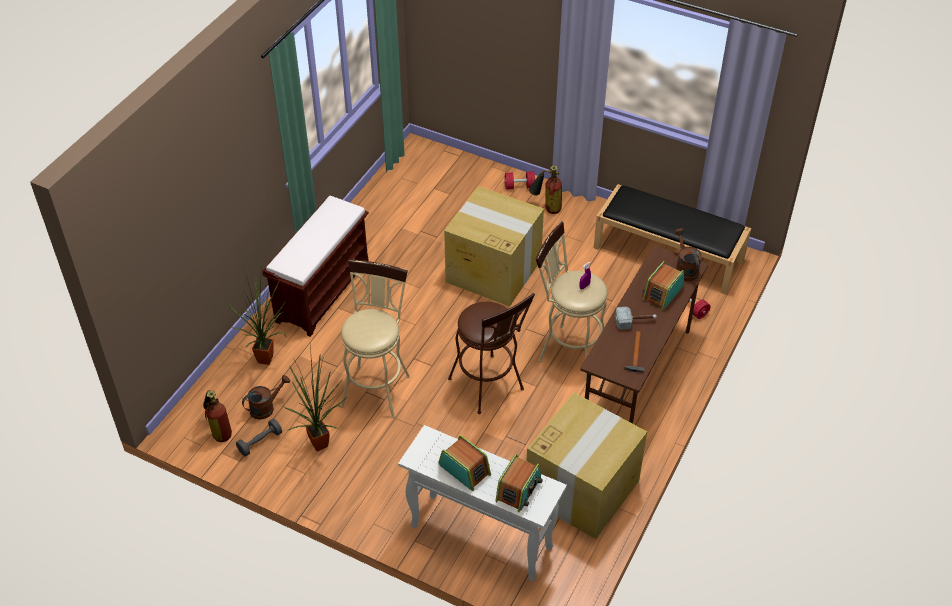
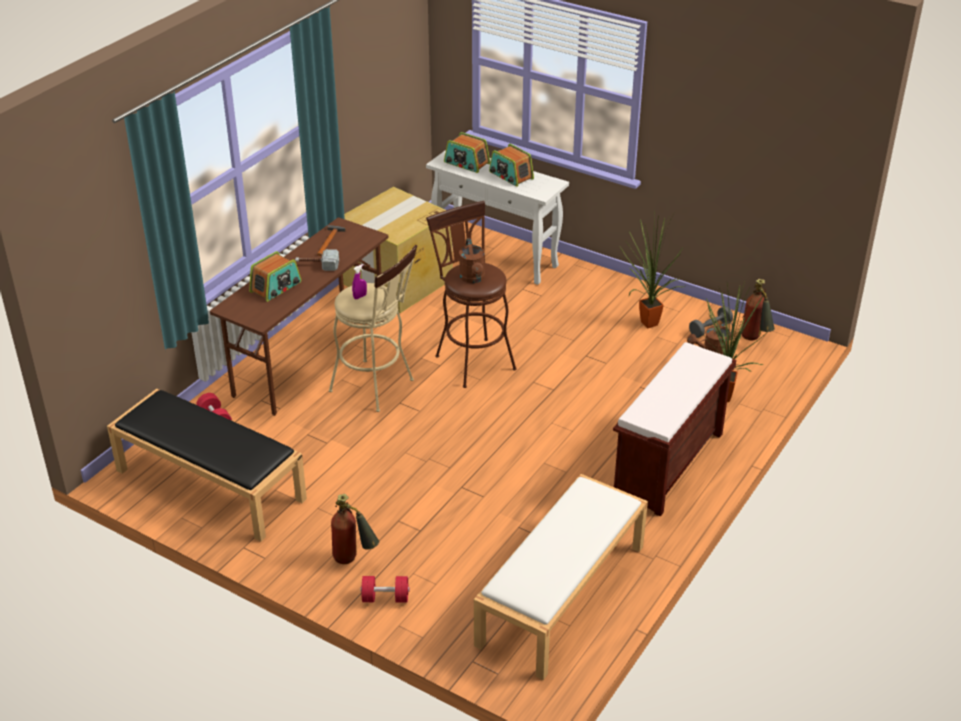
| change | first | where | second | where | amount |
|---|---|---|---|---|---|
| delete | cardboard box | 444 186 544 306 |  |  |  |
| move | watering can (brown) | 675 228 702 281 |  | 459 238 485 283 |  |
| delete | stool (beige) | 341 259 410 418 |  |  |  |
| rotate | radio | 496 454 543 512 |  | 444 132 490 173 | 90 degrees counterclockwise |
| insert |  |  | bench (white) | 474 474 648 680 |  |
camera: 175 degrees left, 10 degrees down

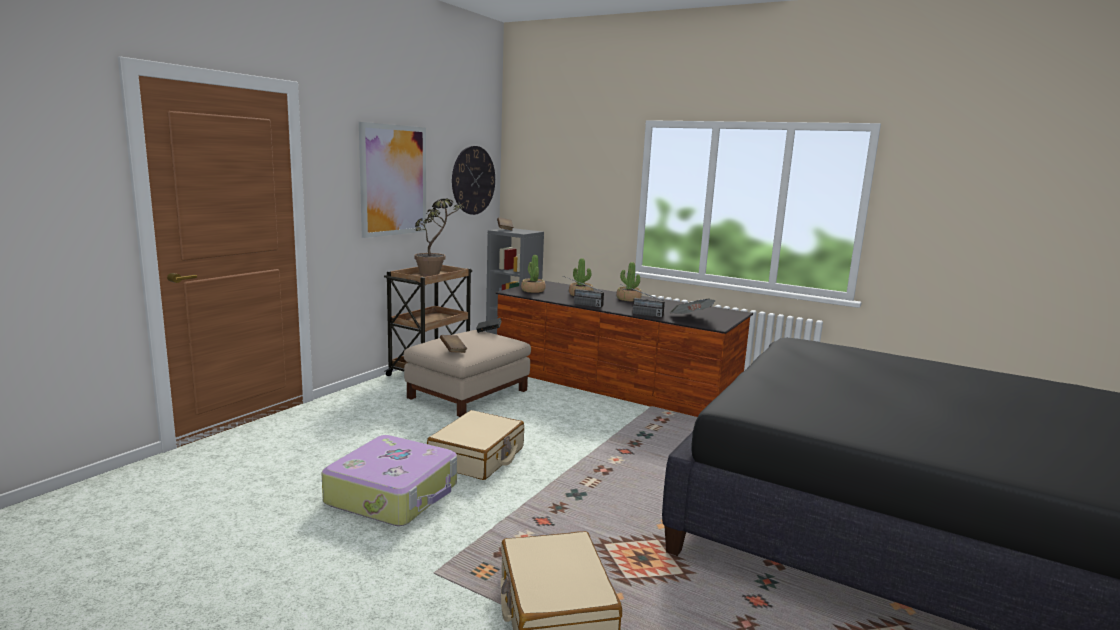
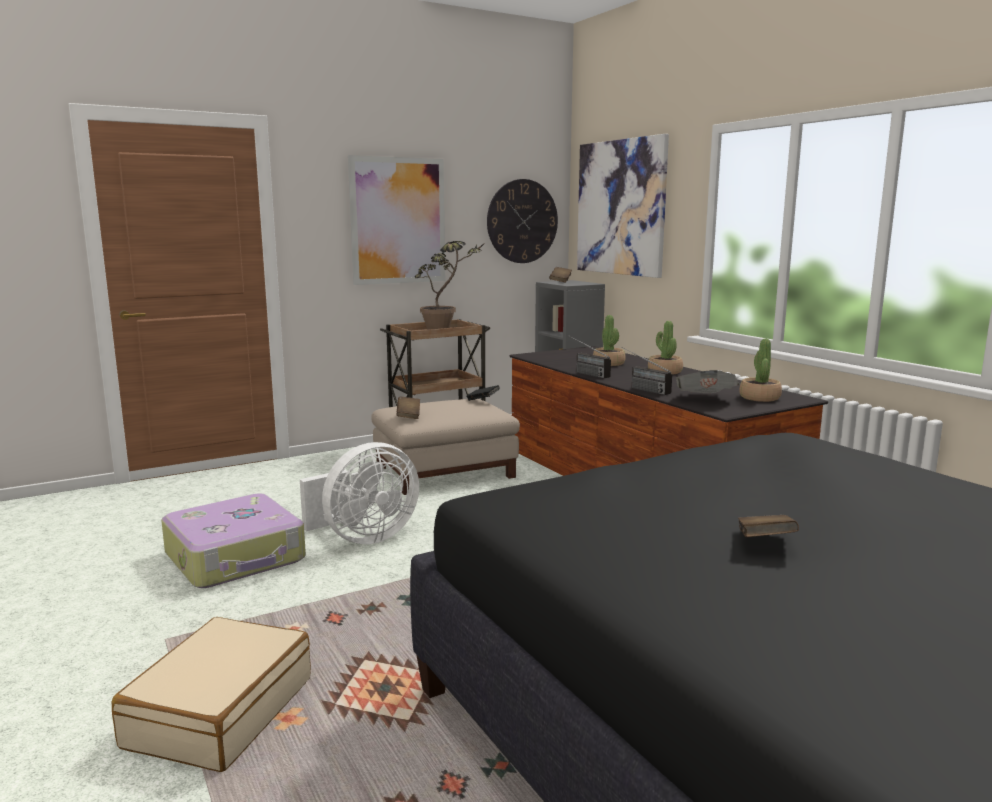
| change | first | where | second | where | amount |
|---|---|---|---|---|---|
| move | potted plant | 521 255 546 293 |  | 740 338 782 402 |  |
| replace | suitcase (beige) | 427 410 524 480 | fan (white) | 300 442 419 544 |  |
| insert |  |  | picture | 577 134 669 278 |  |
| insert |  |  | book (brown) | 738 515 799 537 |  |
camera: 30 degrees right, 0 degrees up

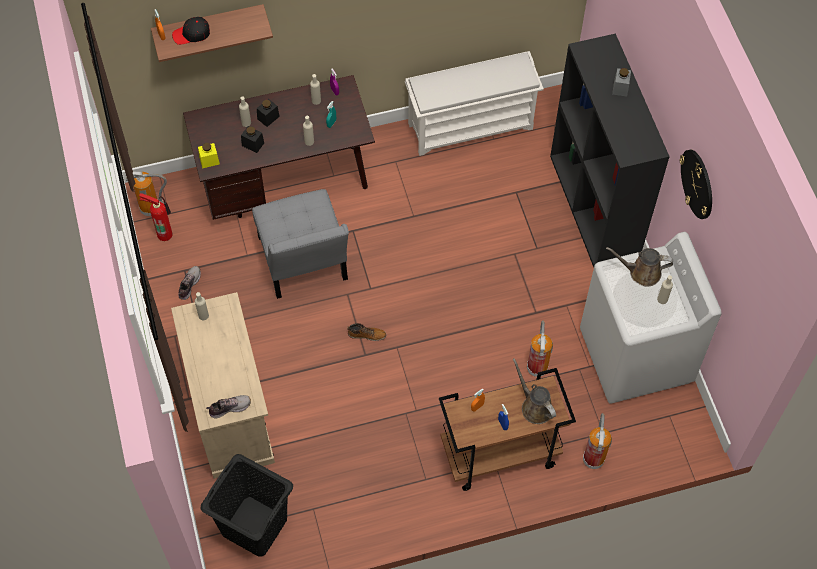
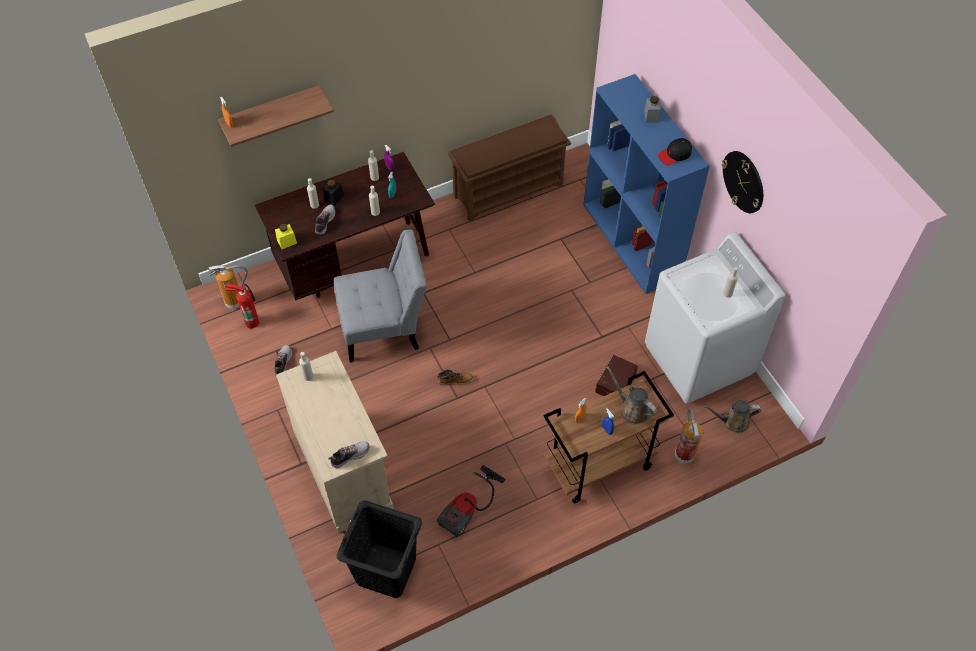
| change | first | where | second | where | amount |
|---|---|---|---|---|---|
| move | cap (black) | 172 17 210 45 |  | 658 138 692 165 |  |
| recolor | bookcase (black) | 550 33 670 267 | bookcase (blue) | 583 74 710 294 |  |
| recolor | shoe rack (white) | 405 51 544 156 | shoe rack (brown) | 448 114 571 221 |  |
| replace | jar (black) | 241 126 264 153 | shoe | 315 204 335 235 |  |
| rotate | chair (grey) | 252 189 349 299 |  | 334 230 427 362 | 75 degrees counterclockwise |
| move | watering can (brown) | 606 247 673 286 |  | 704 400 761 433 |  |
| replace | fire extinguisher | 527 320 553 377 | storage box (brown) | 595 355 638 396 |  |
| insert |  |  | vacuum cleaner | 437 465 506 537 |  |
camera: 10 degrees left, 5 degrees down

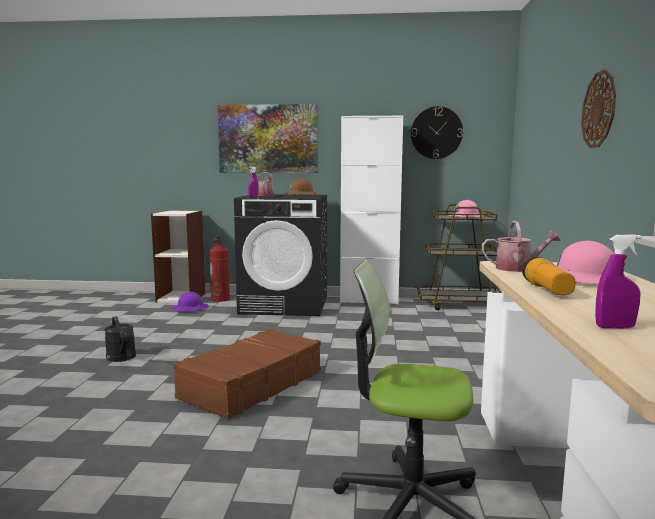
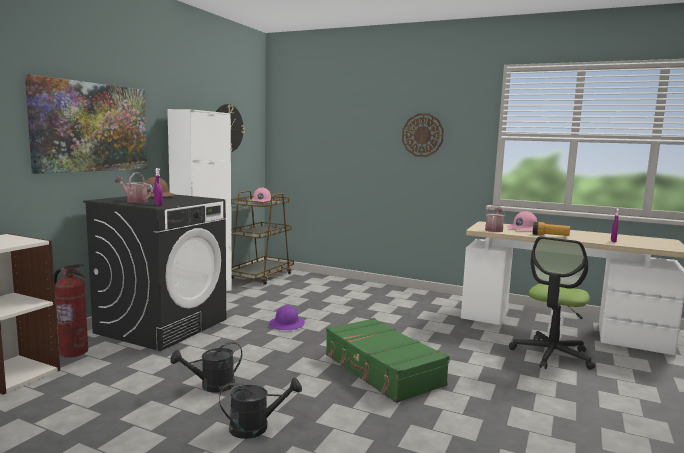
| change | first | where | second | where | amount |
|---|---|---|---|---|---|
| move | hard hat (purple) | 172 292 209 312 |  | 269 305 305 330 |  |
| recolor | suitcase (brown) | 173 329 321 419 | suitcase (green) | 326 318 450 403 |  |
| insert |  |  | watering can (black) | 170 342 242 392 |  |
camera: 70 degrees left, 0 degrees up

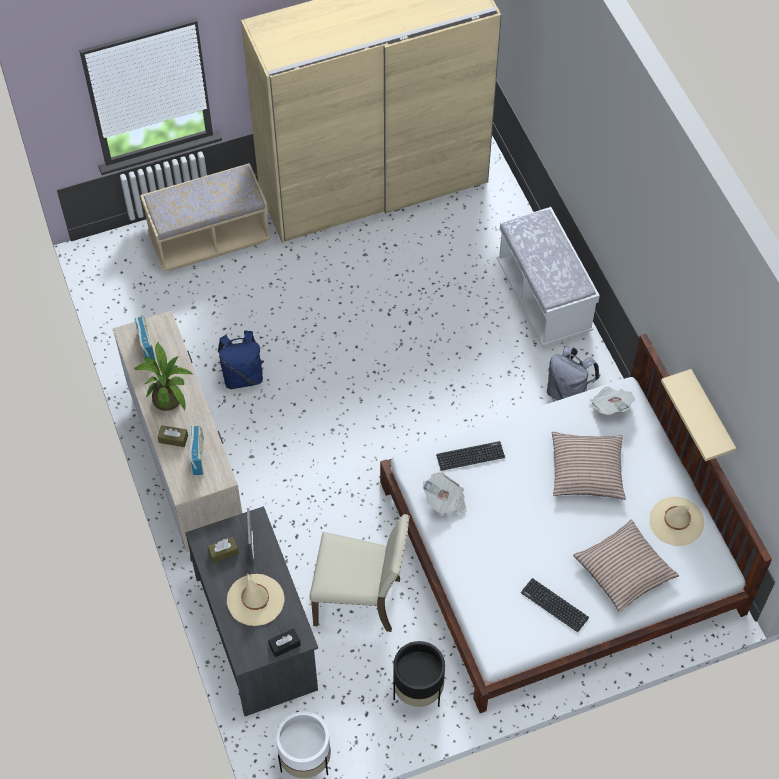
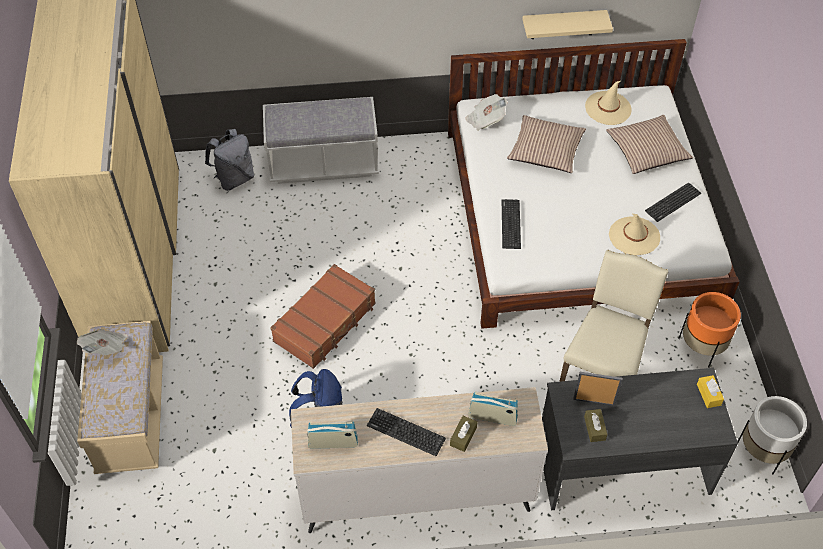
| change | first | where | second | where | amount |
|---|---|---|---|---|---|
| replace | potted plant | 134 342 193 411 | keyboard | 367 408 446 456 |  |
| move | backpack (grey) | 547 346 600 401 |  | 205 129 254 191 |  |
| move | newspaper | 423 473 467 516 |  | 77 329 128 355 |  |
| move | hat (beige) | 227 574 285 626 |  | 609 214 660 255 |  |
| recolor | tissue box (black) | 268 628 301 657 | tissue box (yellow) | 697 375 724 408 |  |
| recolor | planter (black) | 393 641 445 707 | planter (orange) | 678 292 741 368 |  |
| insert |  |  | suitcase (brown) | 270 264 376 369 |  |
camera: 75 degrees left, 5 degrees down

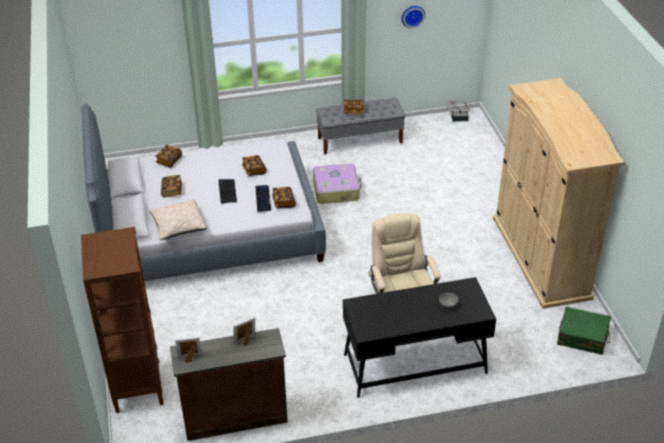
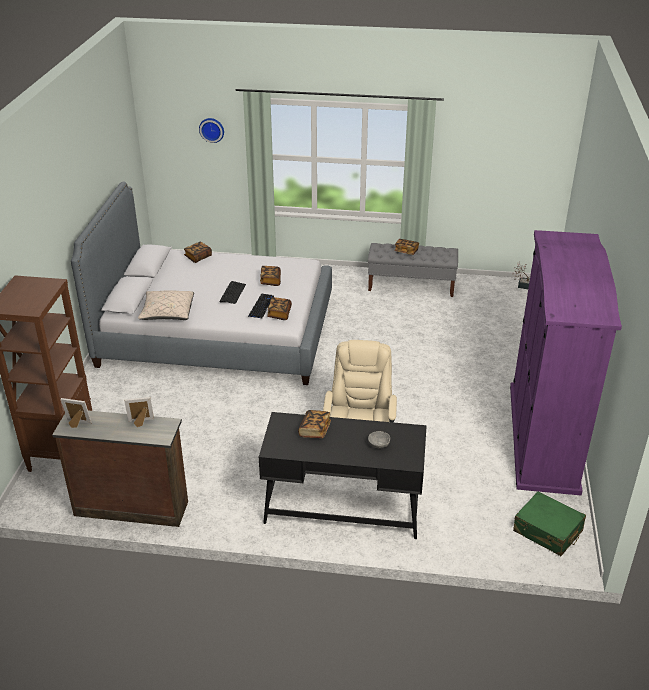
| change | first | where | second | where | amount |
|---|---|---|---|---|---|
| move | wall clock | 402 6 425 28 |  | 199 118 224 143 |  |
| recolor | wardrobe (beige) | 493 78 625 309 | wardrobe (purple) | 510 230 622 496 |  |
| delete | suitcase | 313 164 362 204 |  |  |  |
| move | book | 161 175 182 198 |  | 298 410 331 438 |  |
camera: 20 degrees right, 5 degrees down

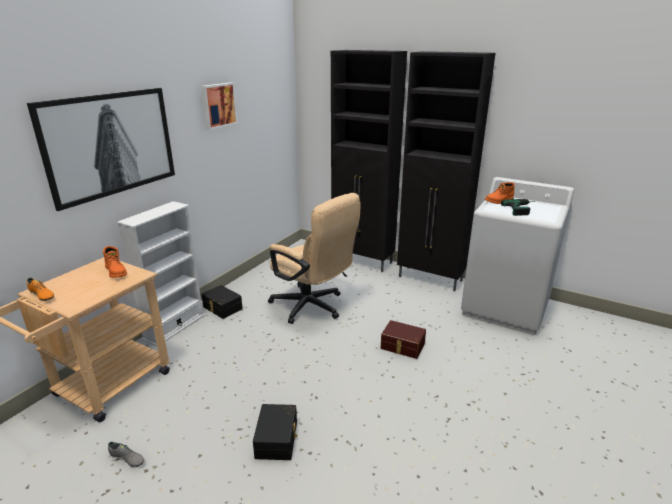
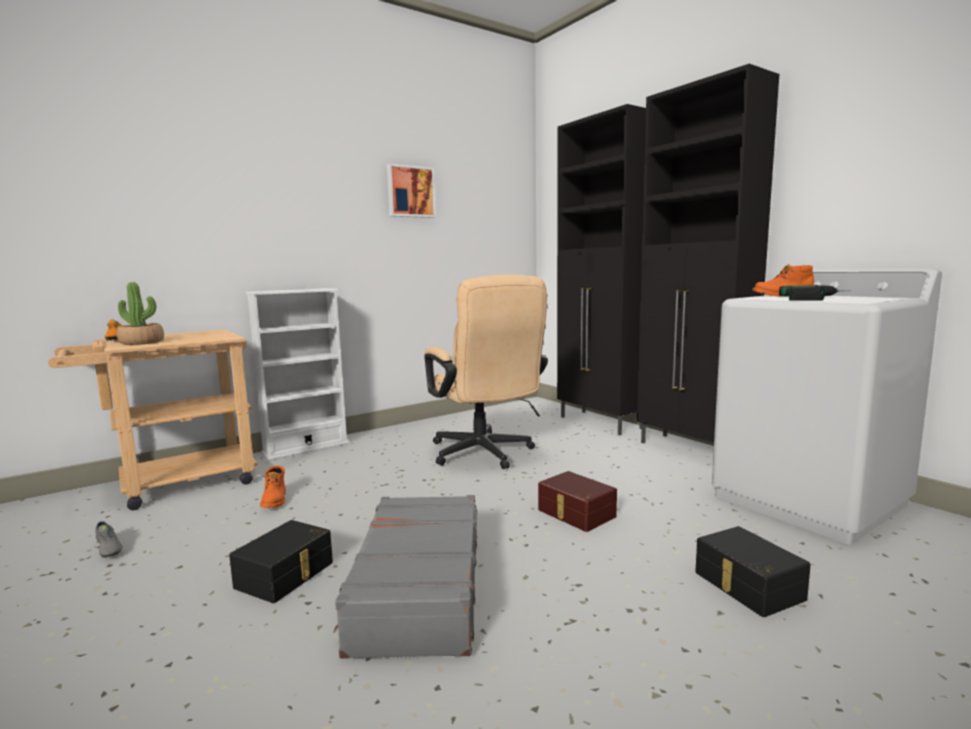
| change | first | where | second | where | amount |
|---|---|---|---|---|---|
| delete | picture | 27 88 175 211 |  |  |  |
| move | boot (orange) | 103 246 127 278 |  | 260 465 286 508 |  |
| move | storage box (black) | 202 285 243 319 |  | 695 526 811 617 |  |
| insert |  |  | potted plant | 117 282 164 345 |  |
| insert |  |  | suitcase (grey) | 333 495 477 659 |  |
camera: 25 degrees right, 15 degrees down

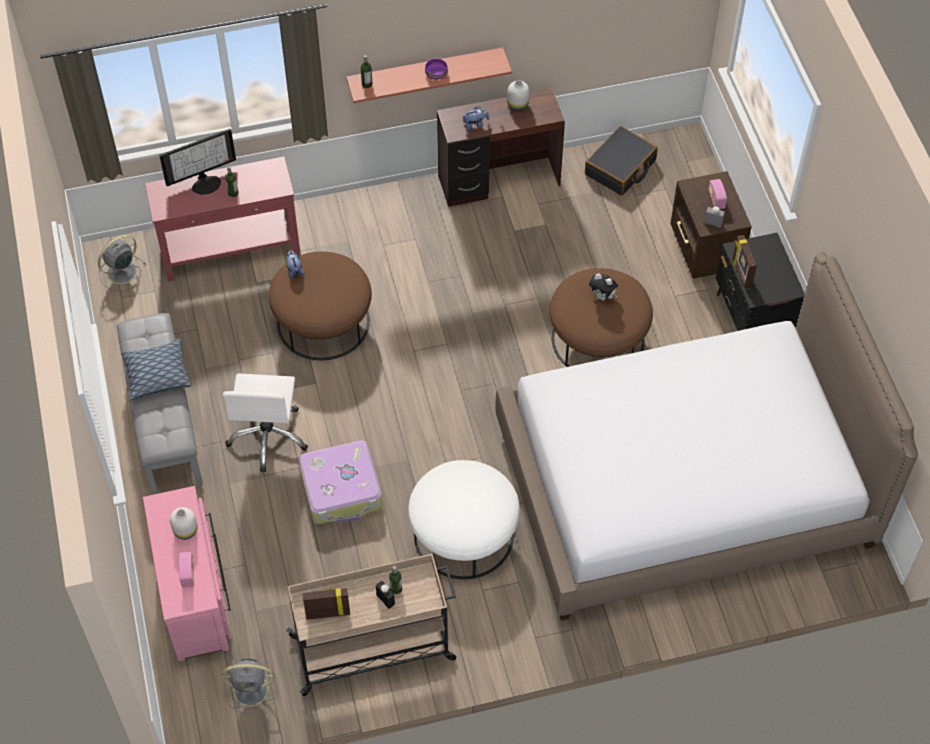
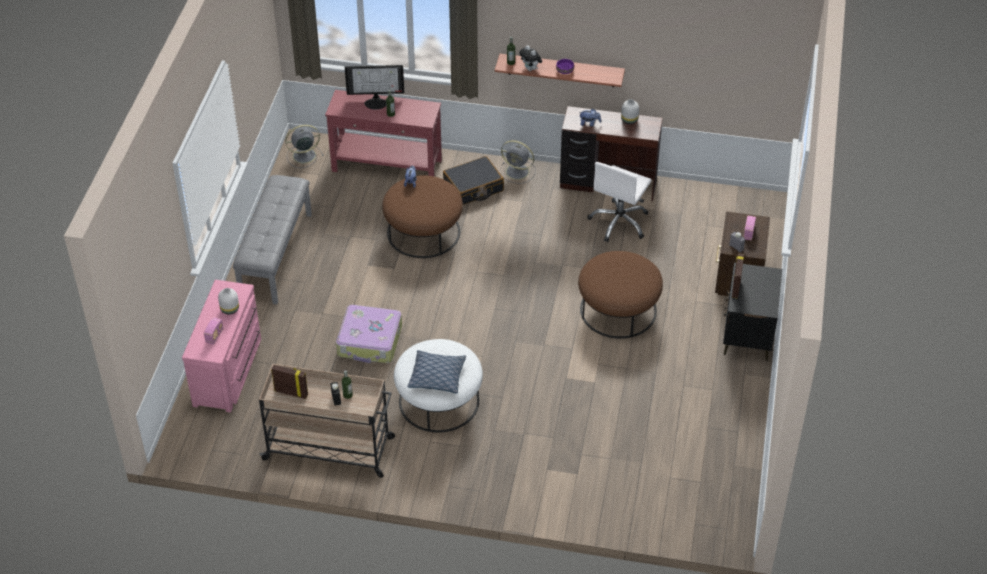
| change | first | where | second | where | amount |
|---|---|---|---|---|---|
| move | suitcase (black) | 585 126 658 196 |  | 443 156 504 205 |  |
| delete | bed | 495 251 918 621 |  |  |  |
| move | plush toy | 589 273 618 301 |  | 519 45 542 71 |  |
| move | pillow | 121 338 192 400 |  | 407 350 466 394 |  |
| move | office chair (white) | 223 373 308 472 |  | 587 162 652 242 |  |
| move | fan (grey) | 221 659 278 714 |  | 500 140 536 184 |  |
camera: 25 degrees right, 10 degrees down

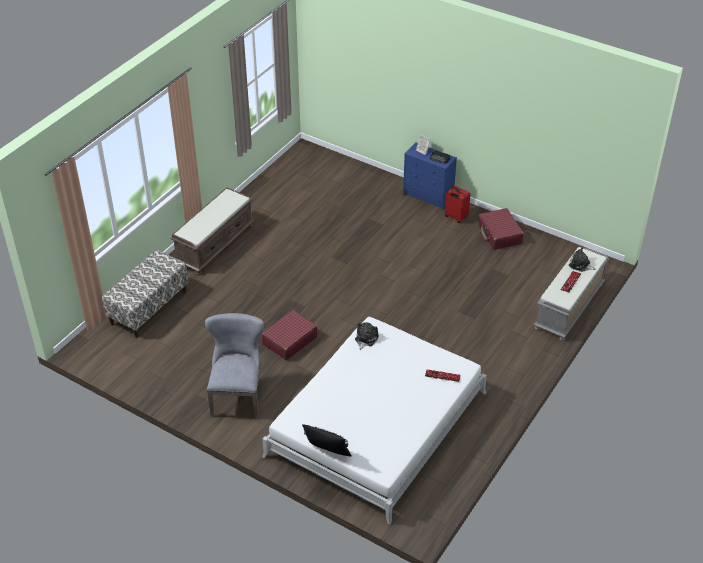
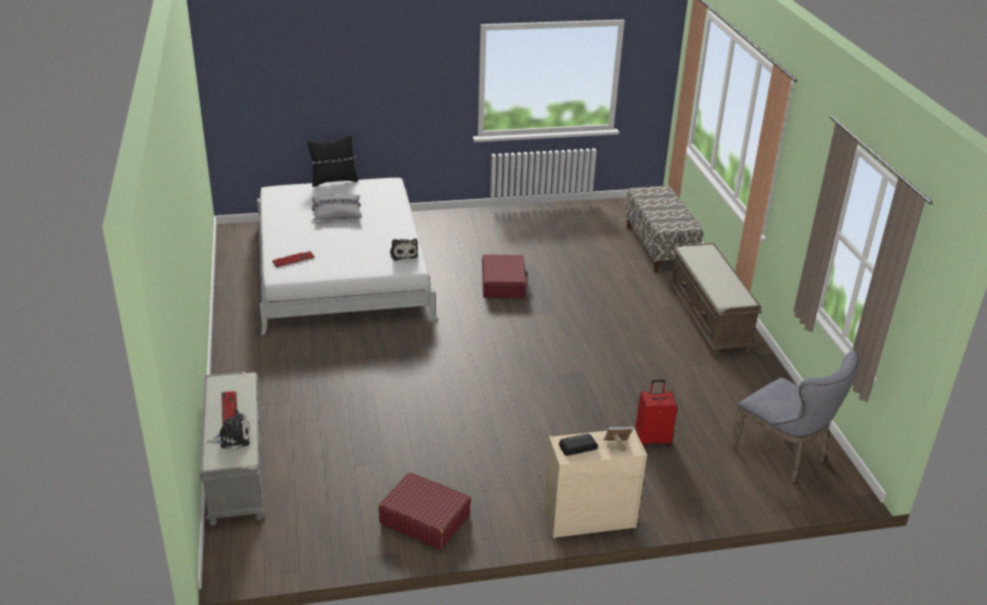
| change | first | where | second | where | amount |
|---|---|---|---|---|---|
| recolor | dresser (blue) | 403 142 457 210 | dresser (beige) | 543 427 647 538 |  |
| move | suitcase (red) | 445 186 470 223 |  | 635 379 677 447 |  |
| move | chair (grey) | 205 313 265 419 |  | 730 350 859 482 |  |
| insert |  |  | pillow (grey) | 312 195 362 220 |  |
camera: 135 degrees right, 10 degrees down

